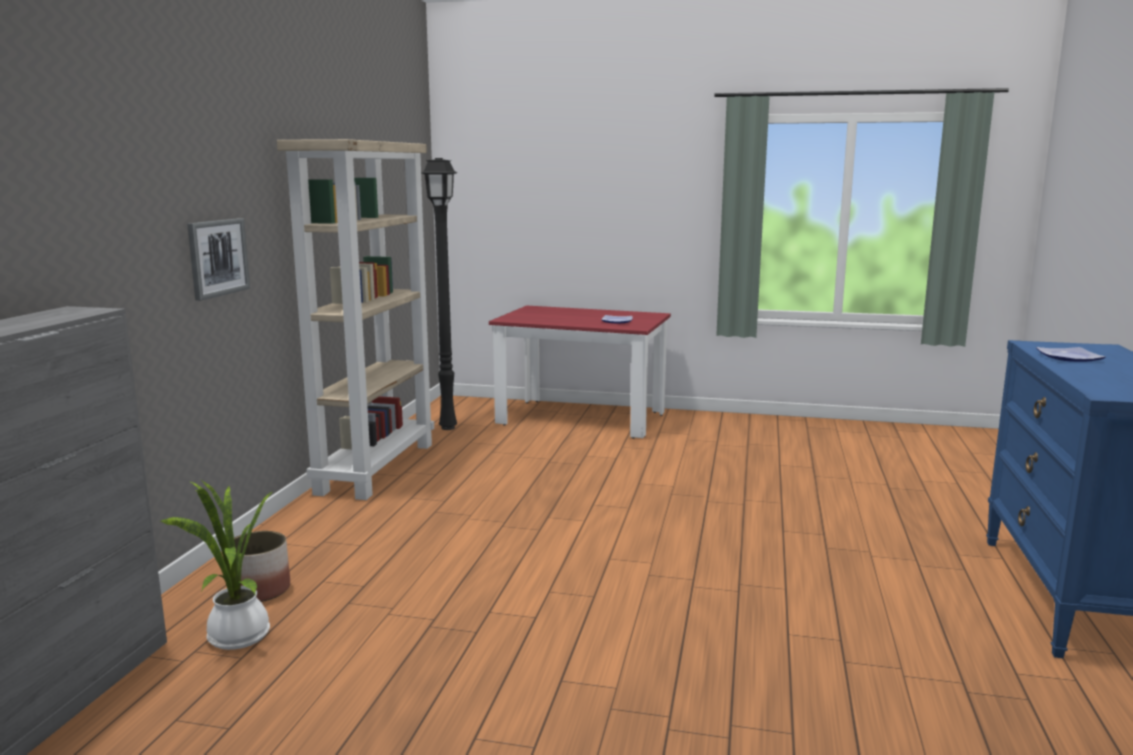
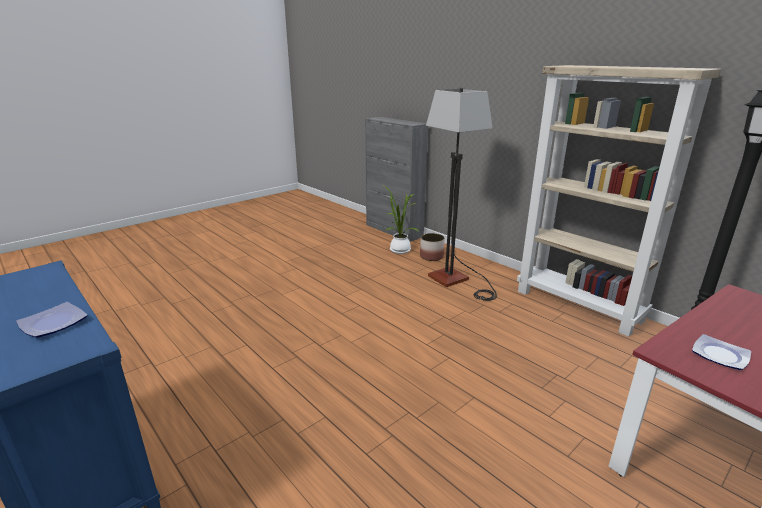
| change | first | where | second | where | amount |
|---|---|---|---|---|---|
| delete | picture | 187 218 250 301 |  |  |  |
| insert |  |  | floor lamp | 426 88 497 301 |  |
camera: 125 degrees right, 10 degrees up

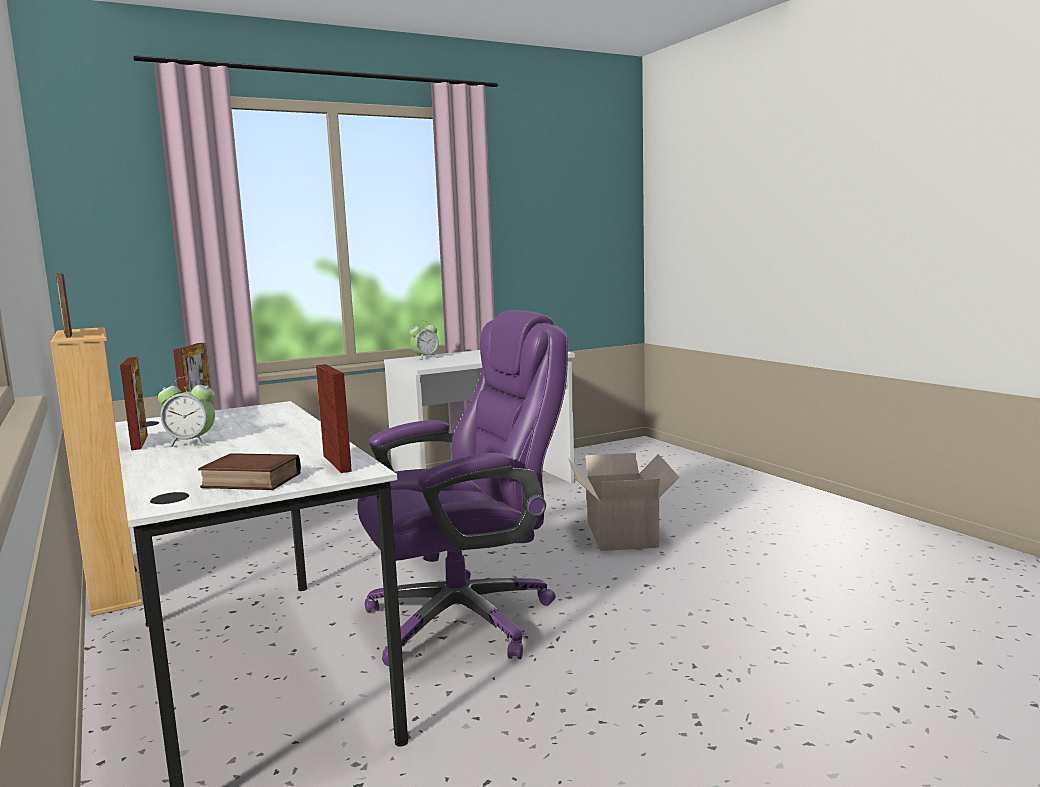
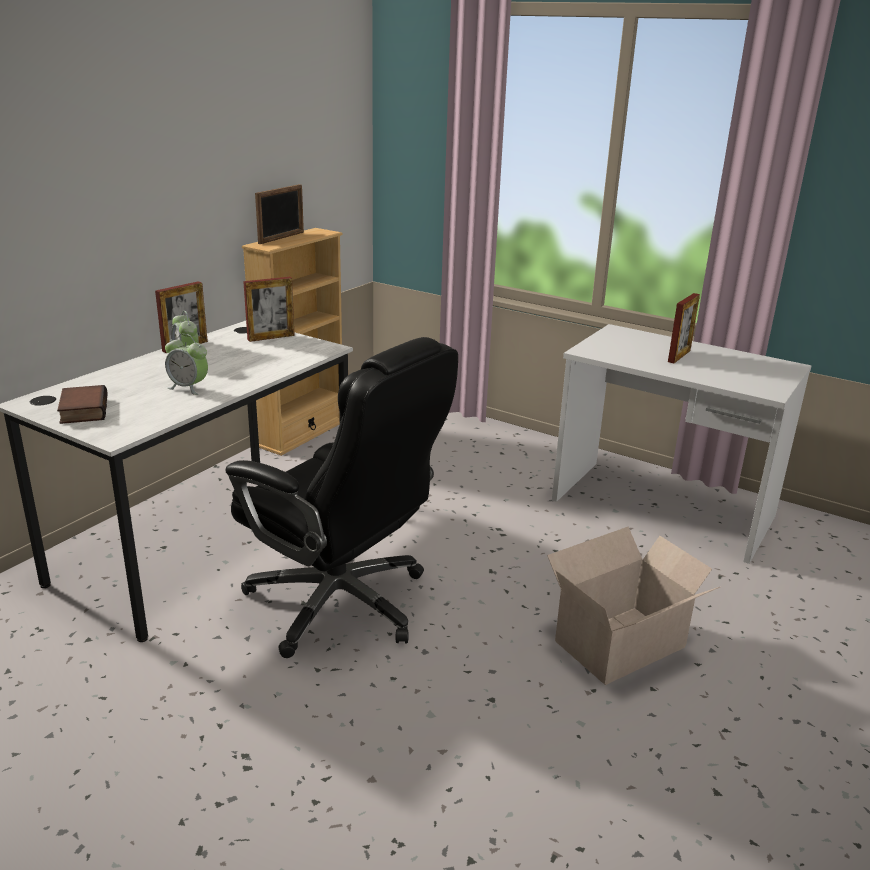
| change | first | where | second | where | amount |
|---|---|---|---|---|---|
| recolor | office chair (purple) | 358 310 568 666 | office chair (black) | 225 337 458 658 |  |
| move | alarm clock | 409 321 439 360 |  | 165 334 208 395 |  |
| move | picture frame | 316 364 352 473 |  | 668 293 700 363 |  |
camera: 60 degrees right, 15 degrees up

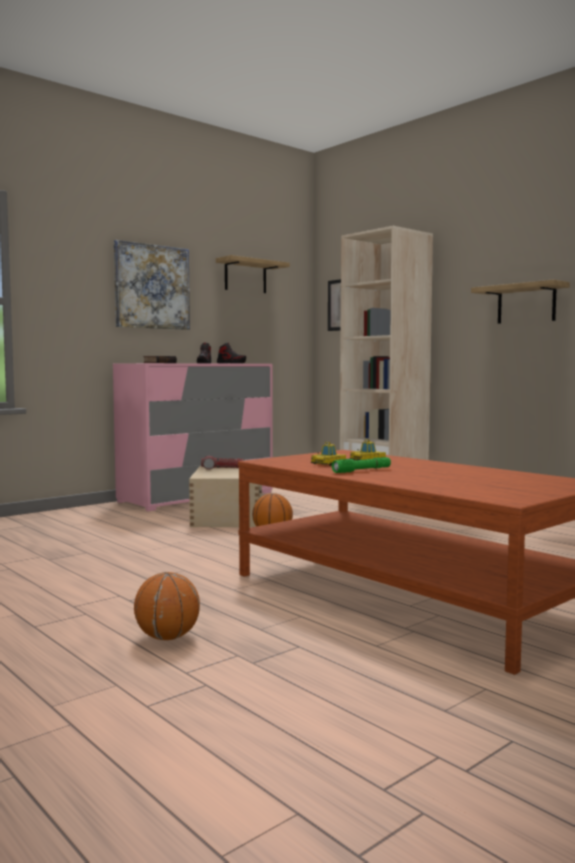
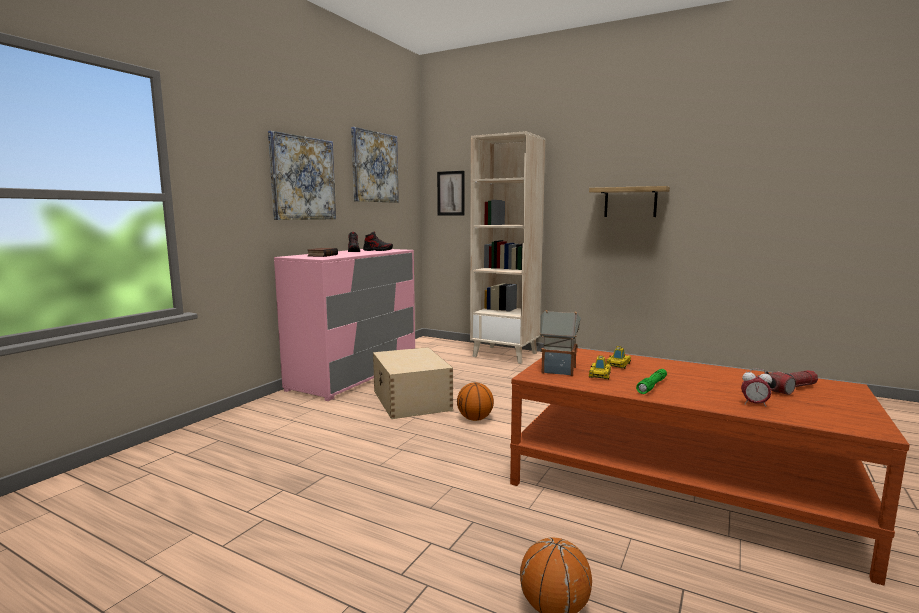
| change | first | where | second | where | amount |
|---|---|---|---|---|---|
| replace | shelf | 216 255 290 293 | picture | 351 127 399 203 |  |
| move | flashlight | 201 456 244 470 |  | 764 370 818 395 |  |
| insert |  |  | toy house | 540 310 581 376 |  |
| insert |  |  | alarm clock | 741 368 772 407 |  |
camera: 20 degrees left, 5 degrees up

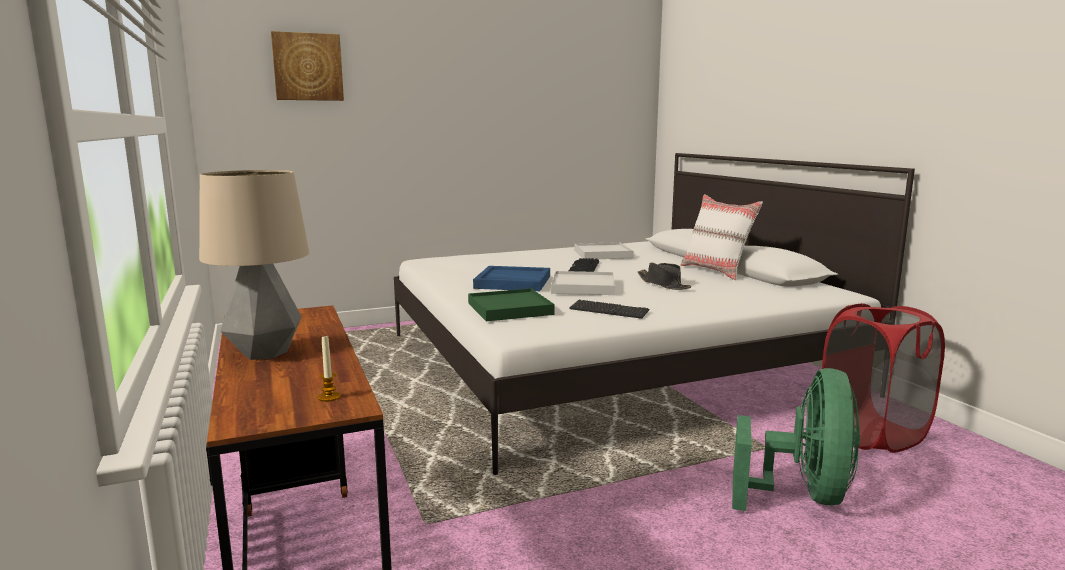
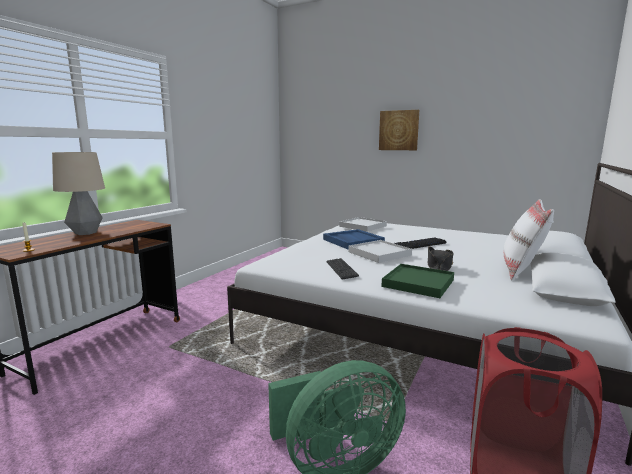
| change | first | where | second | where | amount |
|---|---|---|---|---|---|
| move | picture | 271 31 344 101 |  | 379 110 419 150 |  |
| move | tray (white) | 574 242 633 259 |  | 339 217 387 232 |  |
| move | tray (green) | 468 288 555 321 |  | 381 264 454 298 |  |
camera: 50 degrees right, 0 degrees up

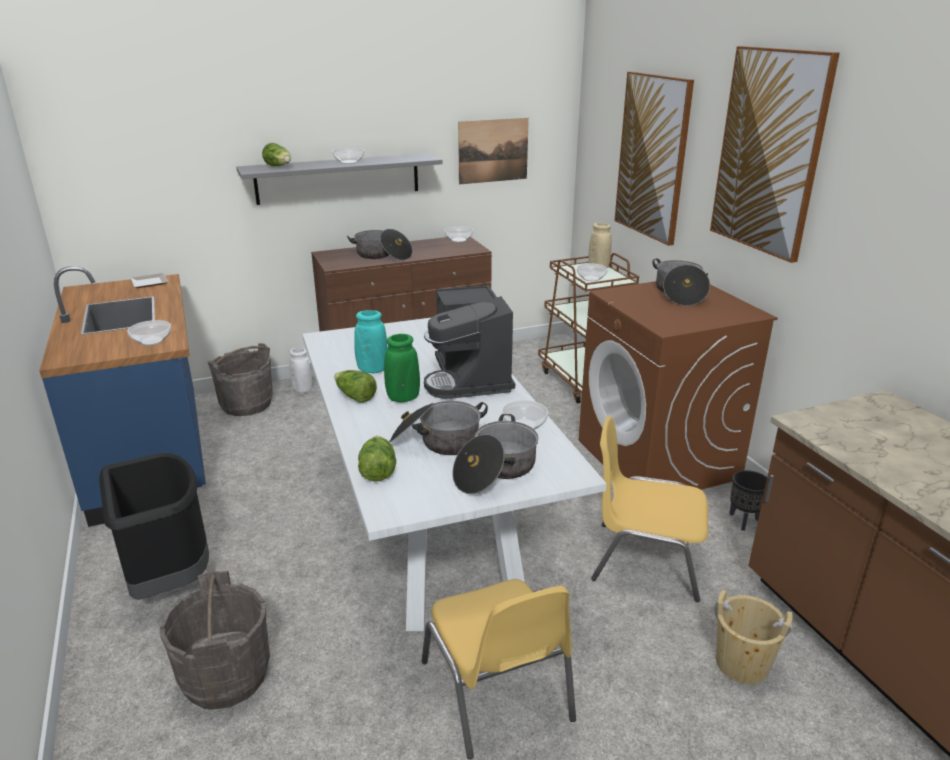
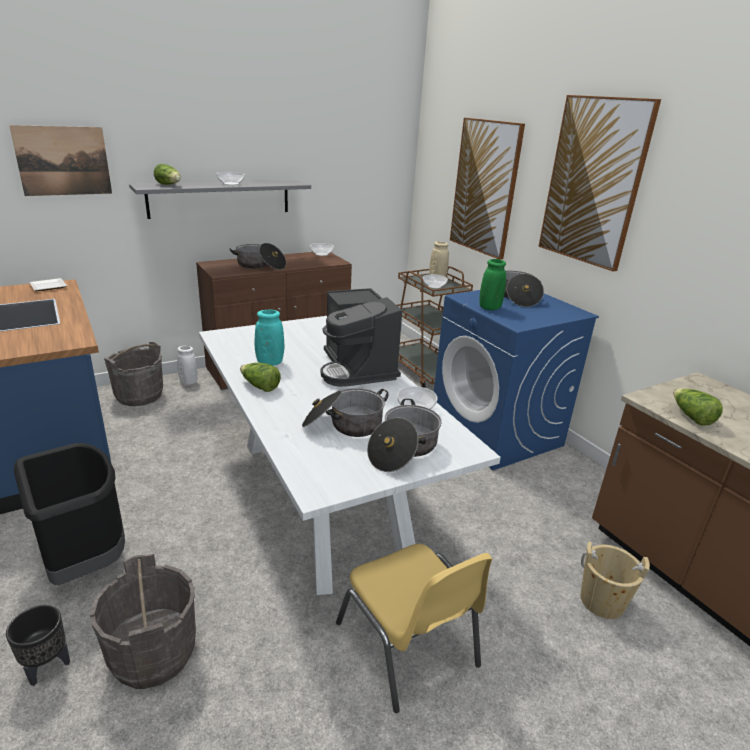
| change | first | where | second | where | amount |
|---|---|---|---|---|---|
| move | picture | 458 118 529 184 |  | 9 125 112 196 |  |
| recolor | washing machine (brown) | 578 281 778 490 | washing machine (blue) | 434 290 599 470 |  |
| delete | bowl | 127 320 171 346 |  |  |  |
| move | vase (green) | 384 334 420 402 |  | 480 259 506 310 |  |
| delete | chair (yellow) | 591 416 708 602 |  |  |  |
| move | lettuce | 358 436 396 482 |  | 673 388 723 426 |  |
| move | planter (black) | 729 470 767 531 |  | 6 605 70 686 |  |
camera: 10 degrees left, 0 degrees up

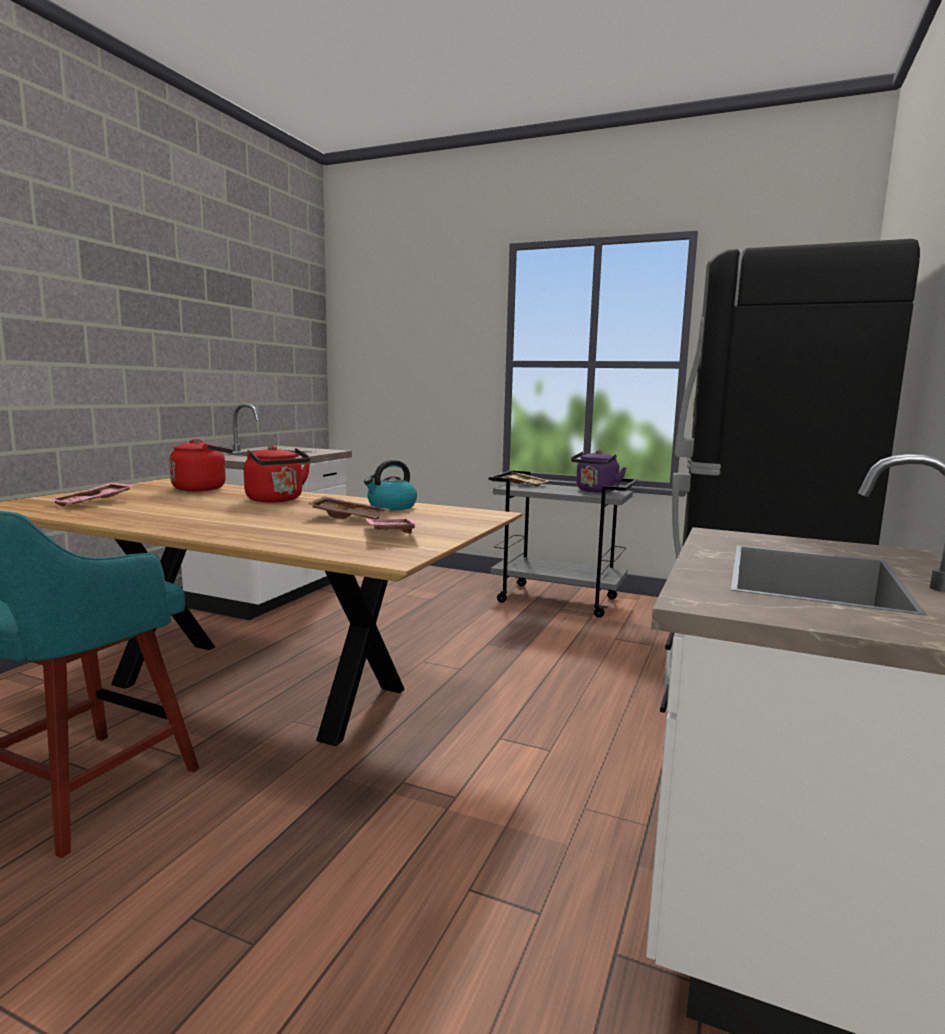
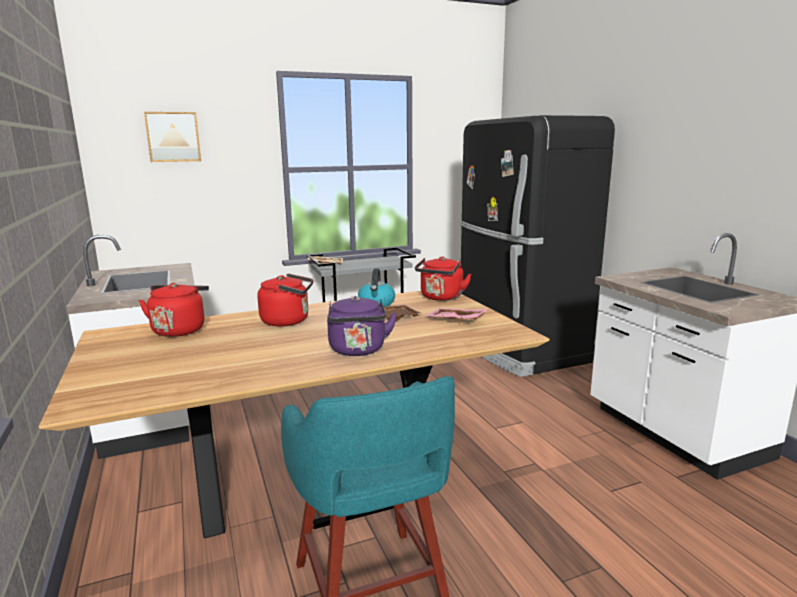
| change | first | where | second | where | amount |
|---|---|---|---|---|---|
| move | kettle (purple) | 571 450 627 493 |  | 327 296 397 356 |  |
| delete | tray (pink) | 48 483 135 506 |  |  |  |
| insert |  |  | picture | 144 112 201 162 |  |
| insert |  |  | kettle (red) | 415 256 472 301 |  |
camera: 45 degrees left, 5 degrees up

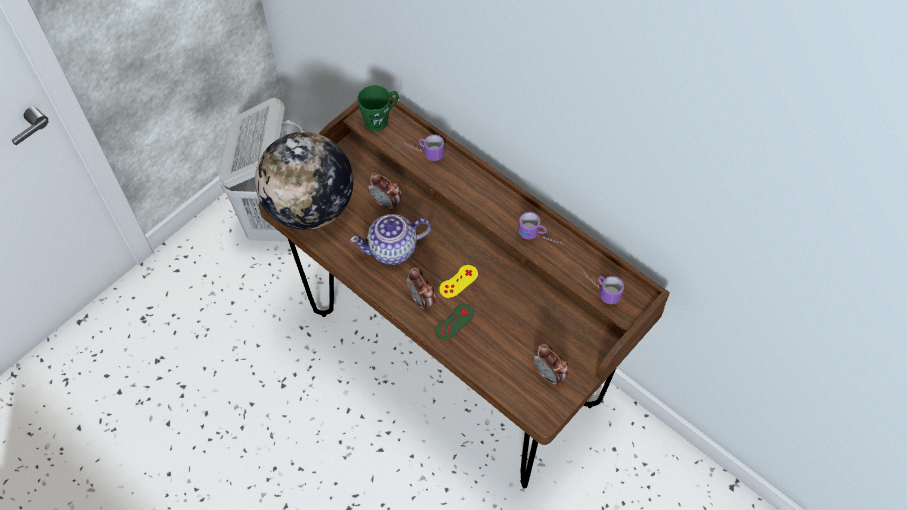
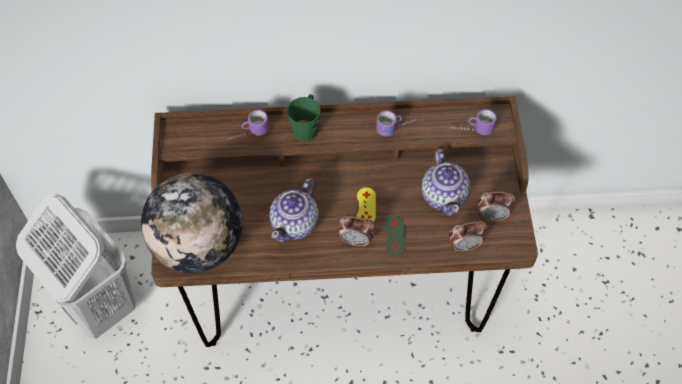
| change | first | where | second | where | amount |
|---|---|---|---|---|---|
| move | mug (green) | 357 85 399 131 |  | 287 94 321 142 |  |
| move | alarm clock | 368 173 402 211 |  | 449 220 487 252 |  |
| insert |  |  | teapot | 422 149 470 216 |  |
camera: 45 degrees left, 0 degrees up

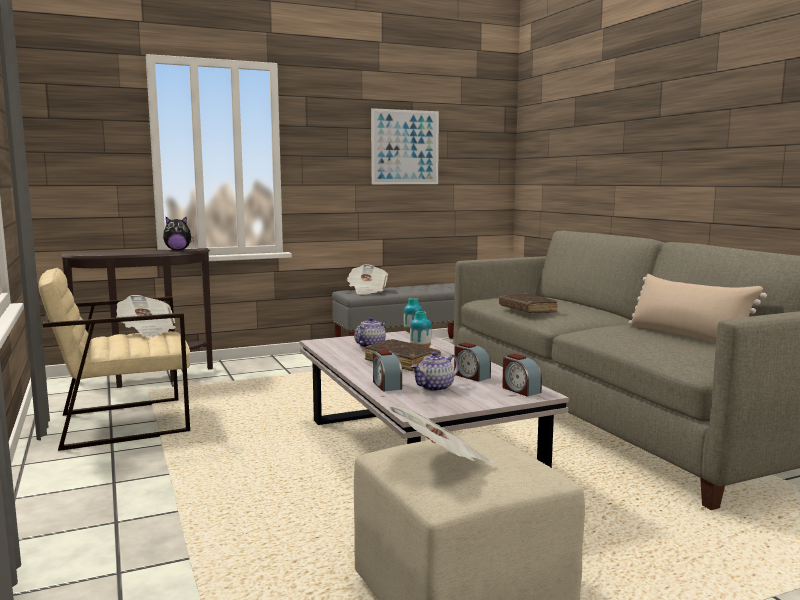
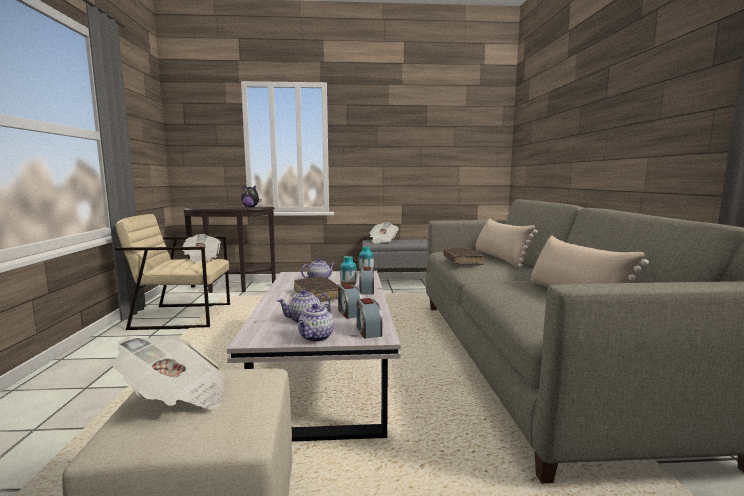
| change | first | where | second | where | amount |
|---|---|---|---|---|---|
| delete | picture | 371 108 439 184 |  |  |  |
| move | alarm clock | 373 350 402 392 |  | 359 267 374 294 |  |
| insert |  |  | pillow (beige) | 476 218 537 268 |  |
| insert |  |  | teapot | 298 303 334 342 |  |
camera: 20 degrees right, 0 degrees up

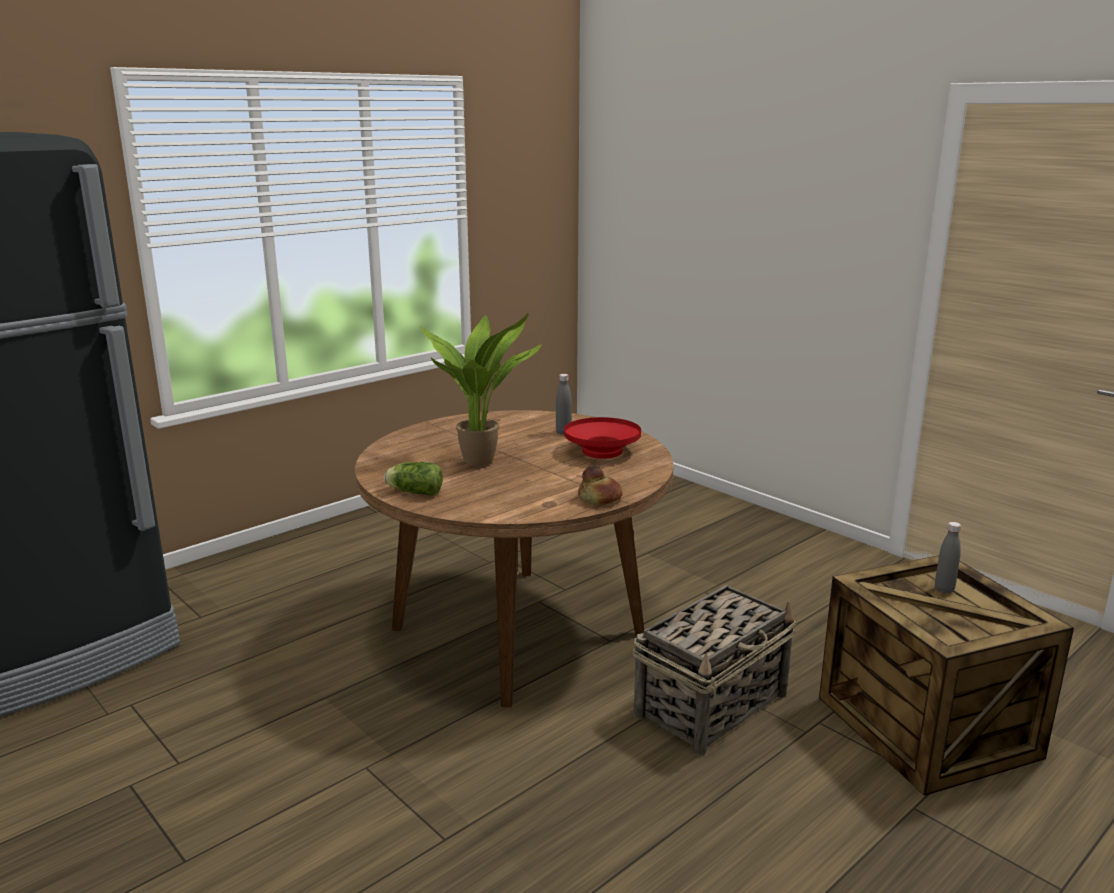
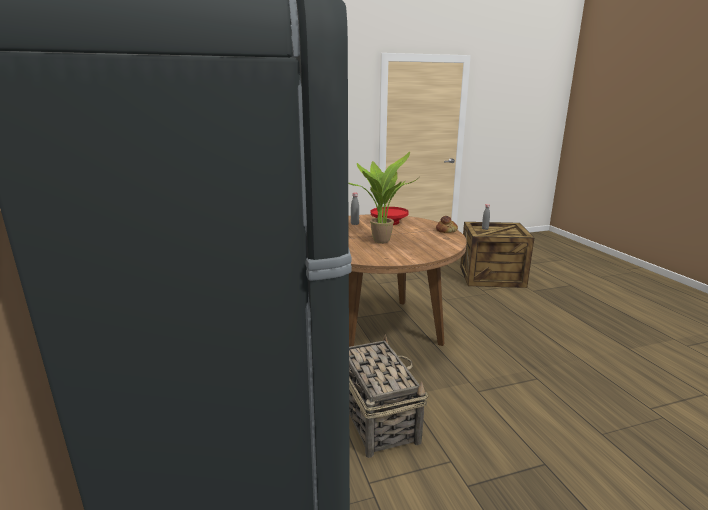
| change | first | where | second | where | amount |
|---|---|---|---|---|---|
| delete | lettuce | 384 462 443 495 |  |  |  |
| move | basket | 633 585 796 756 |  | 349 334 428 458 |  |
camera: 65 degrees left, 0 degrees up

